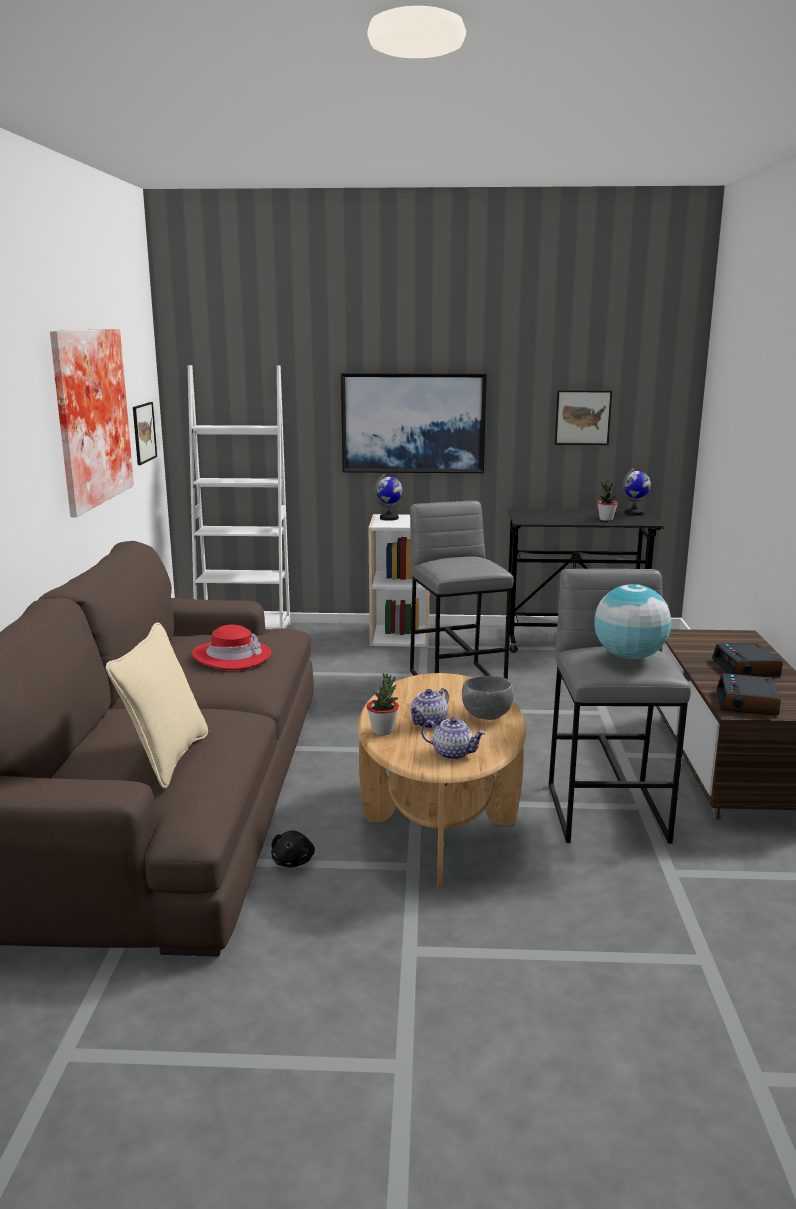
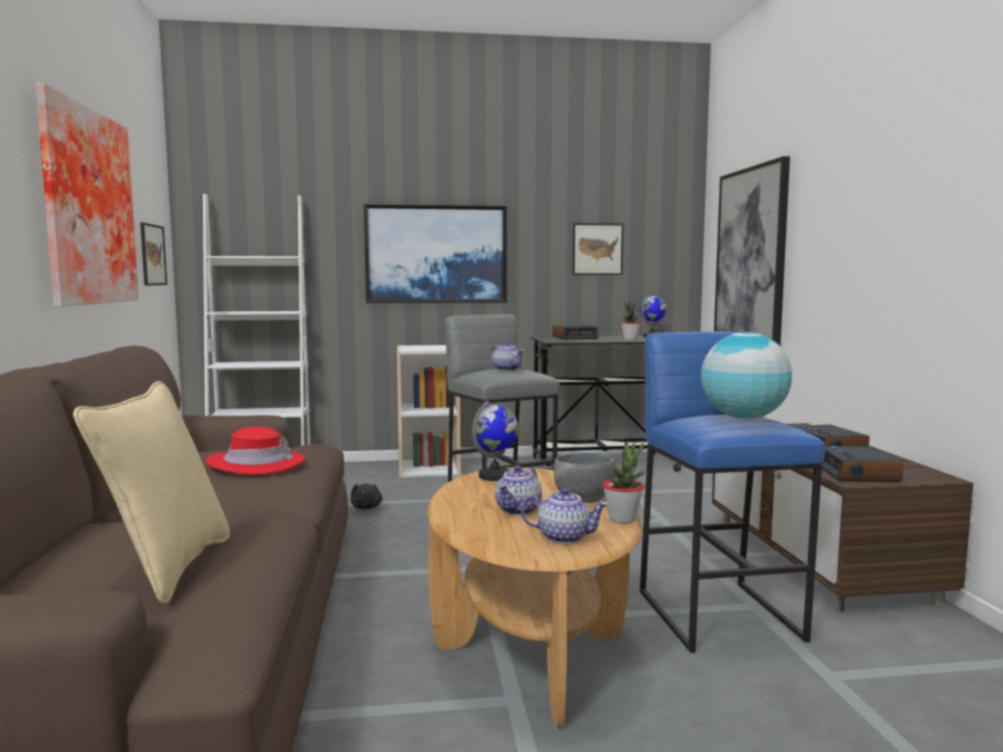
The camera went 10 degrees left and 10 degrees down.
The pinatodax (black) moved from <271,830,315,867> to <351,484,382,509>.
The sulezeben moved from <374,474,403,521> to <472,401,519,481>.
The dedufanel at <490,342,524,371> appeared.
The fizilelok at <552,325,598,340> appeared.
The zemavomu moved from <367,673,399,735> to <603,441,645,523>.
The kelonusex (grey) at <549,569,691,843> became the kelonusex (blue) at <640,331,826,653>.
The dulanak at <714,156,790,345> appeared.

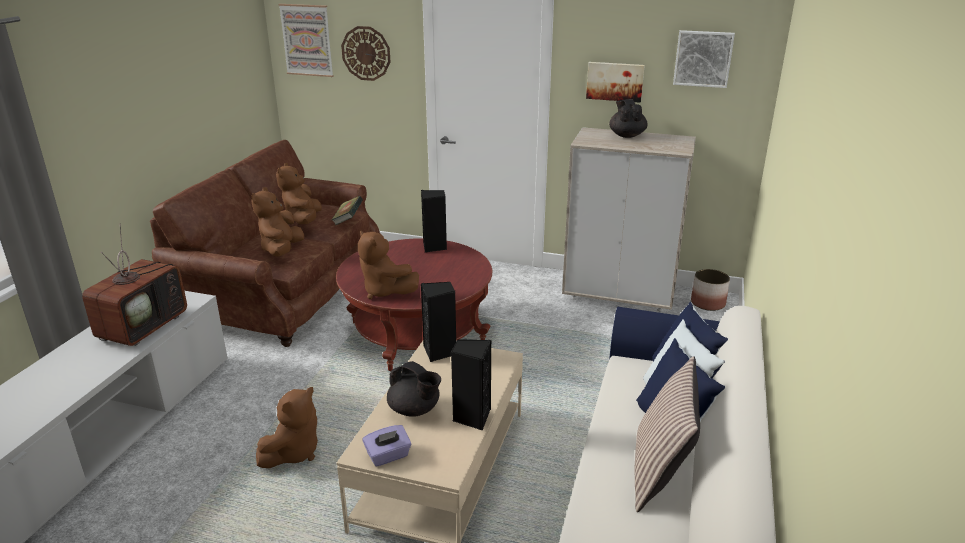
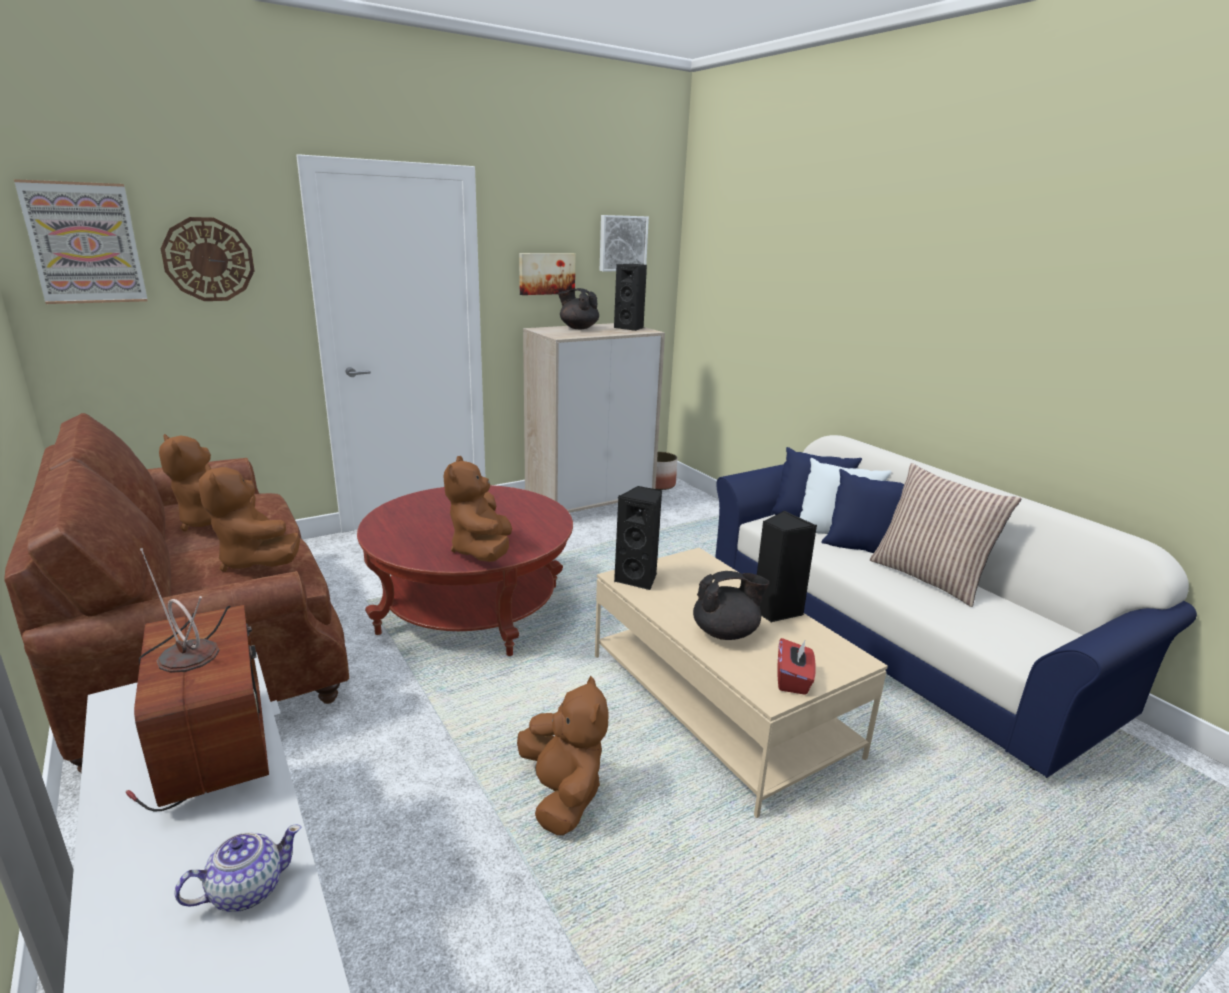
The camera went 50 degrees left and 5 degrees down.
The dedufanel at <174,824,301,912> appeared.
The pinatodax (brown) at <358,230,419,299> turned 90 degrees clockwise.
The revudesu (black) moved from <421,190,447,253> to <614,264,647,331>.
The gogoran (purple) at <362,425,411,467> became the gogoran (red) at <777,638,816,695>.
The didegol at <332,196,363,225> disappeared.

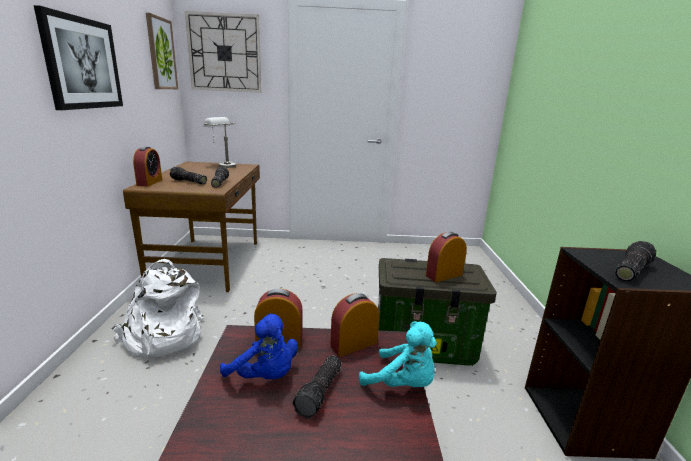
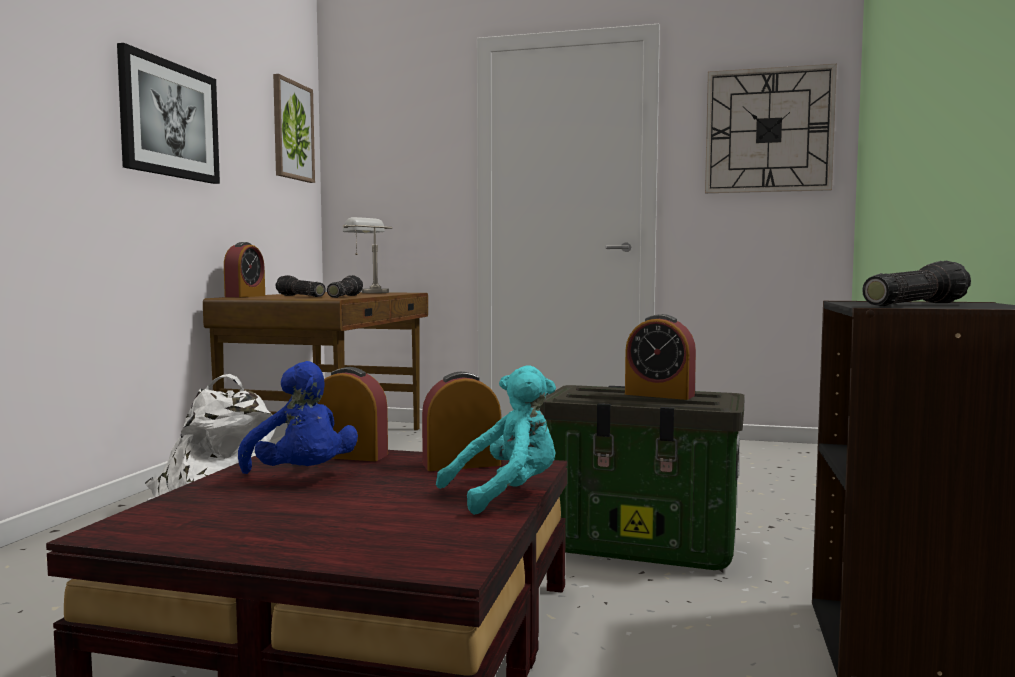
The camera went 15 degrees right and 15 degrees down.
The pinatodax (turquoise) at <359,321,437,387> turned 75 degrees counterclockwise.
The fizilelok at <426,232,467,282> turned 135 degrees counterclockwise.
The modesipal moved from <185,11,262,93> to <705,64,837,193>.
The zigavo at <293,356,341,418> disappeared.

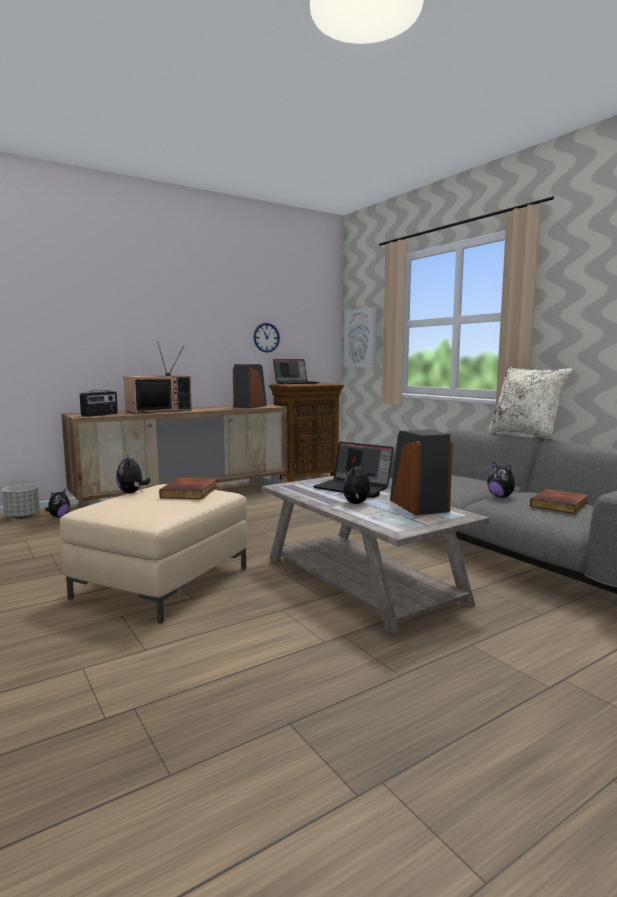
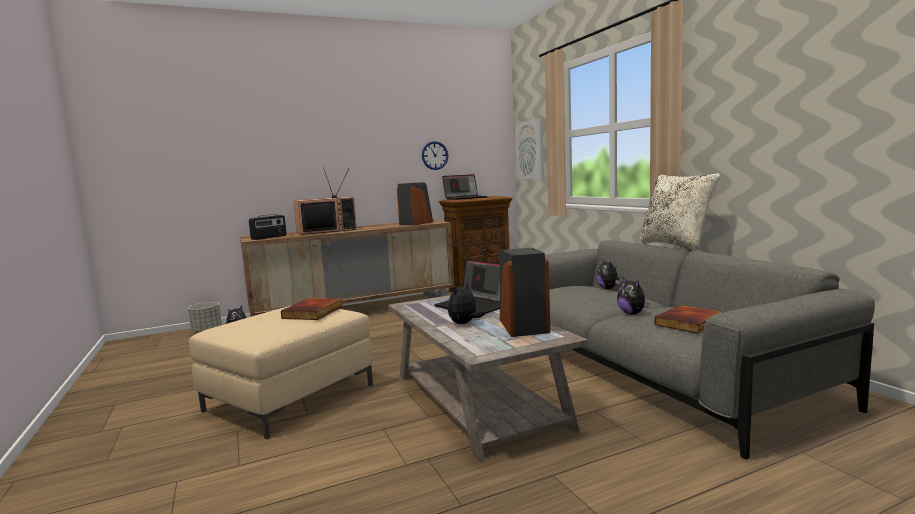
The camera went 10 degrees right and 0 degrees up.
The pinatodax moved from <116,454,151,493> to <597,258,620,289>.

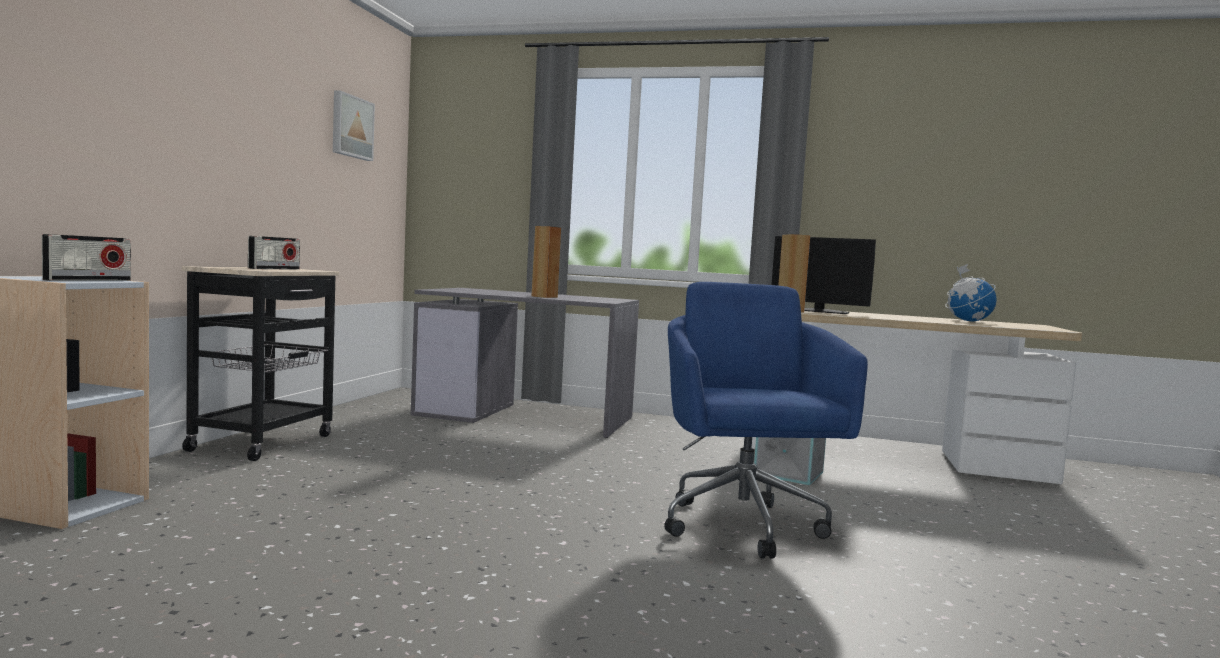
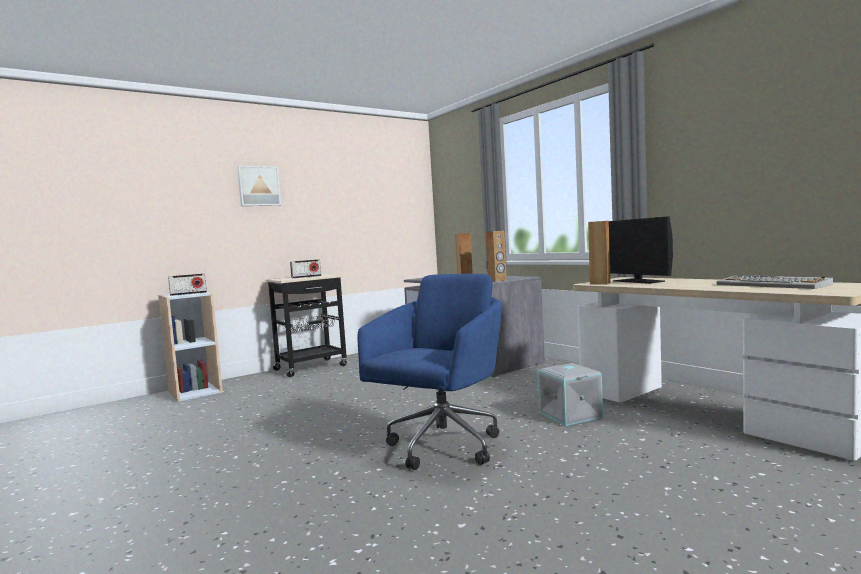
The camera went 40 degrees right and 0 degrees up.
The dulanak moved from <333,91,375,161> to <237,165,281,206>.
The revudesu (brown) at <486,231,507,282> appeared.
The sulezeben at <945,264,997,321> was replaced by the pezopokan at <717,275,833,289>.

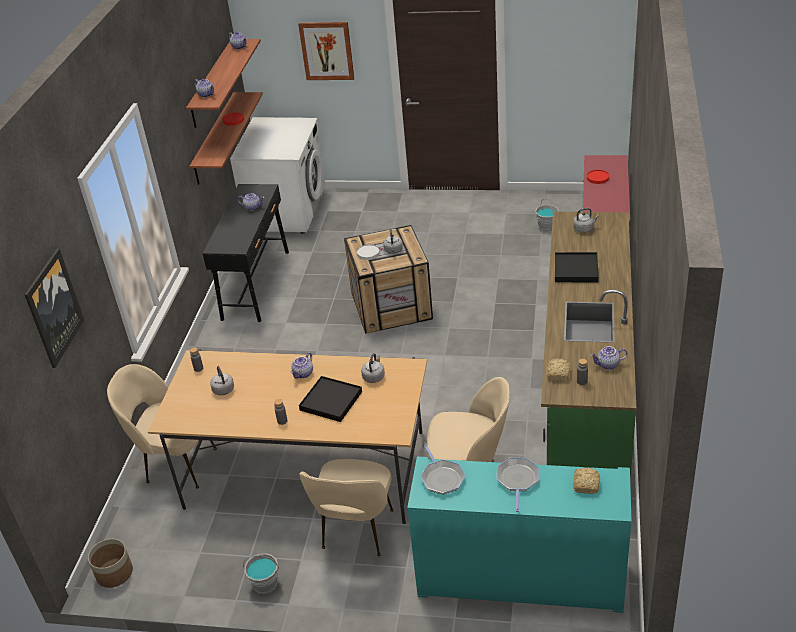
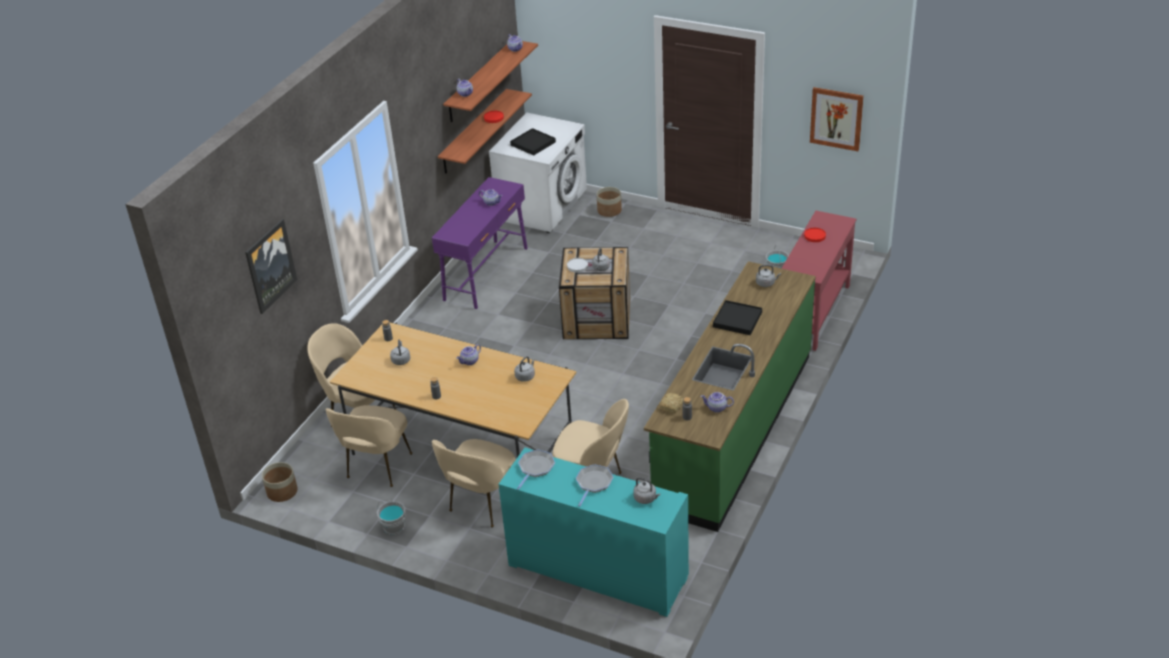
The camera went 15 degrees right and 0 degrees up.
The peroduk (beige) at <326,405,412,487> appeared.
The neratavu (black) at <203,184,289,322> became the neratavu (purple) at <432,177,528,309>.
The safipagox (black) moved from <299,376,362,422> to <510,128,556,155>.
The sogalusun at <420,445,465,495> turned 150 degrees counterclockwise.
The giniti at <597,187,622,217> appeared.
The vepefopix at <573,468,600,494> was replaced by the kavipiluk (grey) at <633,477,660,504>.
The dulanak moved from <298,22,354,80> to <810,87,864,151>.

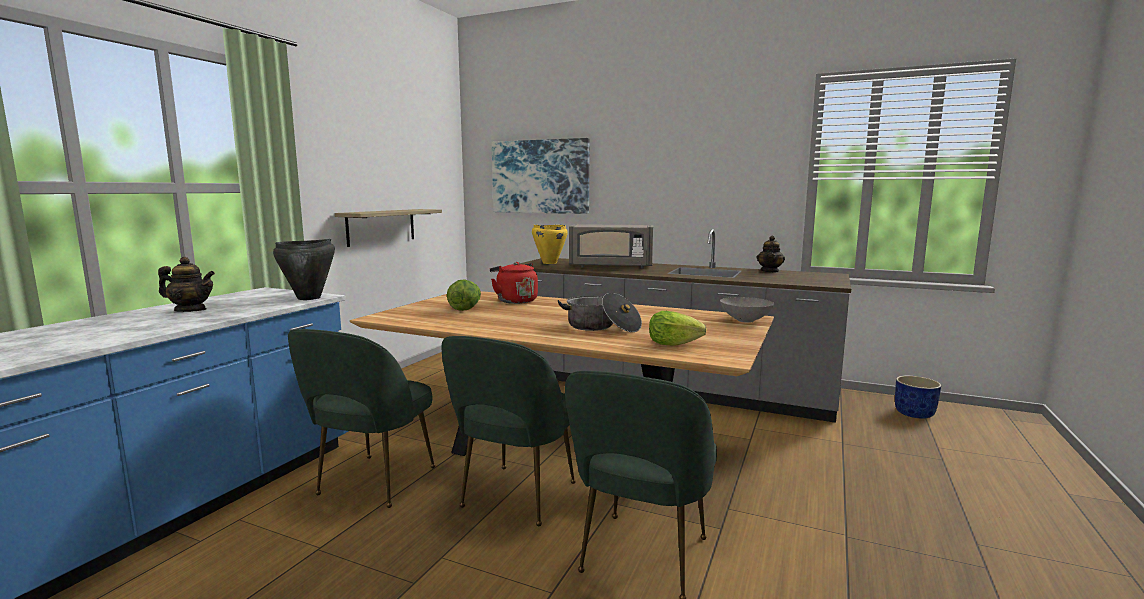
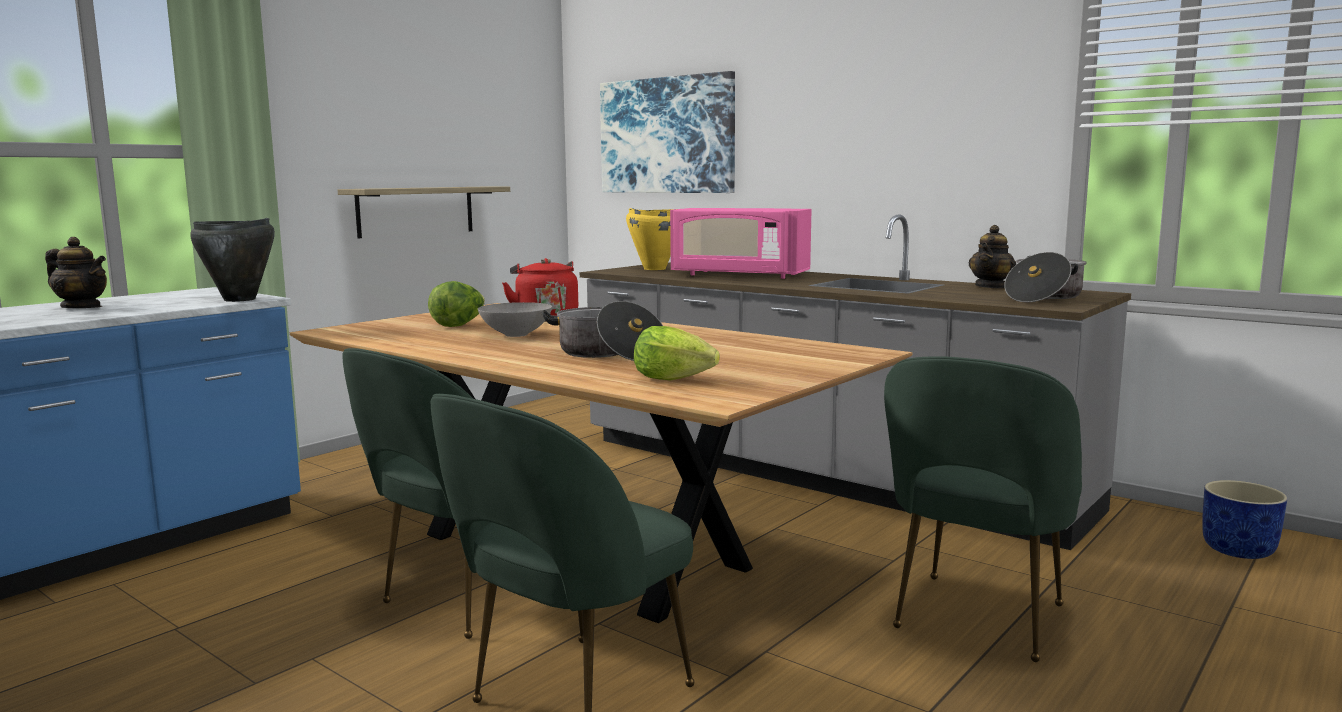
The camera went 15 degrees right and 0 degrees up.
The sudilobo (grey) moved from <720,297,774,323> to <478,302,552,337>.
The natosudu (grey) at <569,224,653,269> became the natosudu (pink) at <670,208,812,279>.
The peroduk (green) moved from <288,329,435,508> to <884,356,1082,662>.
The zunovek at <1004,252,1087,303> appeared.

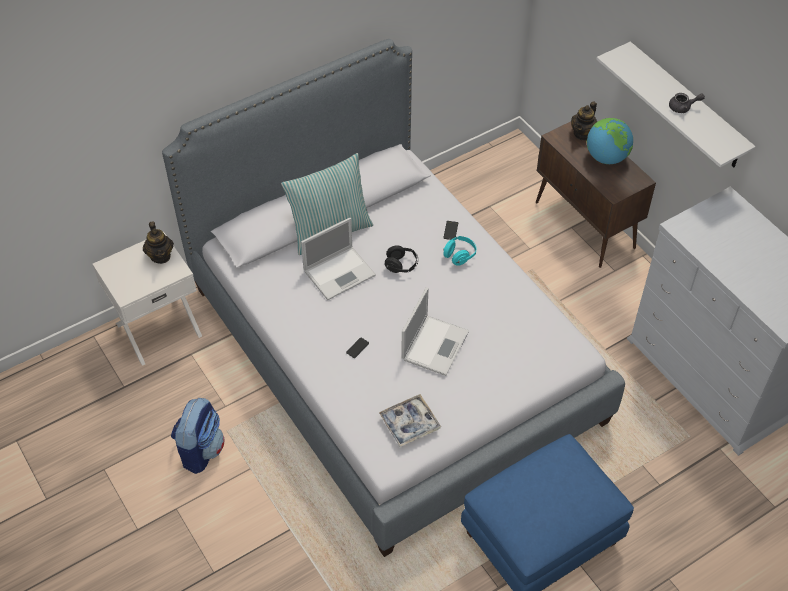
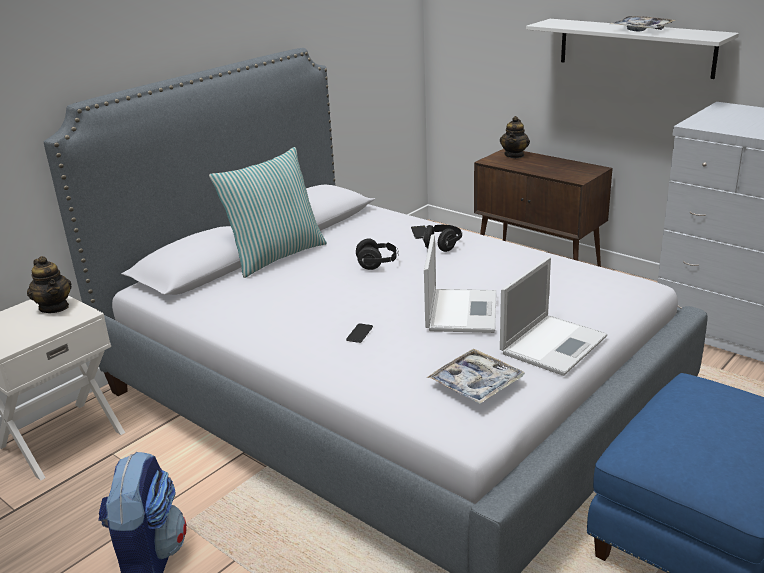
The camera went 15 degrees left and 25 degrees down.
The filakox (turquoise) at <443,236,476,266> became the filakox (black) at <423,225,462,252>.
The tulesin moved from <301,217,376,300> to <500,257,608,376>.
The dedufanel (grey) at <669,93,705,113> was replaced by the safipagox at <610,16,675,32>.
The sulezeben at <587,118,633,164> disappeared.

